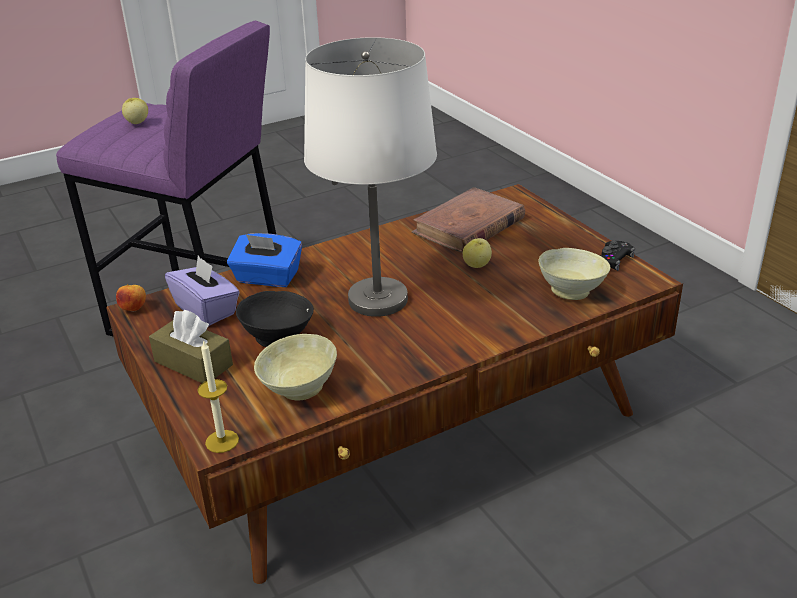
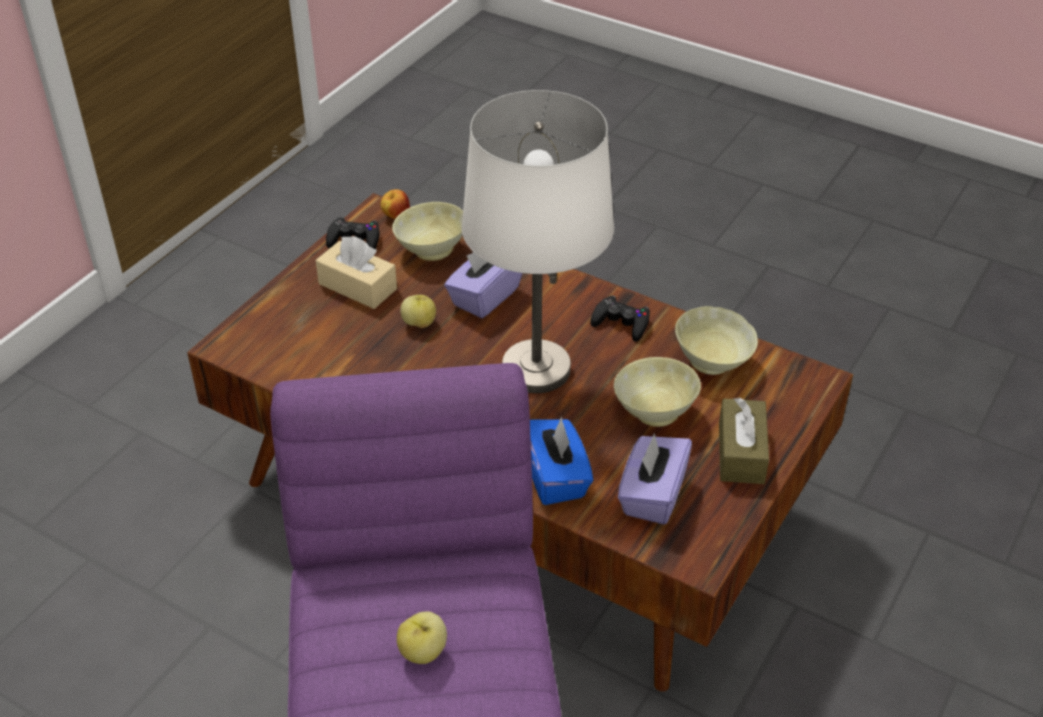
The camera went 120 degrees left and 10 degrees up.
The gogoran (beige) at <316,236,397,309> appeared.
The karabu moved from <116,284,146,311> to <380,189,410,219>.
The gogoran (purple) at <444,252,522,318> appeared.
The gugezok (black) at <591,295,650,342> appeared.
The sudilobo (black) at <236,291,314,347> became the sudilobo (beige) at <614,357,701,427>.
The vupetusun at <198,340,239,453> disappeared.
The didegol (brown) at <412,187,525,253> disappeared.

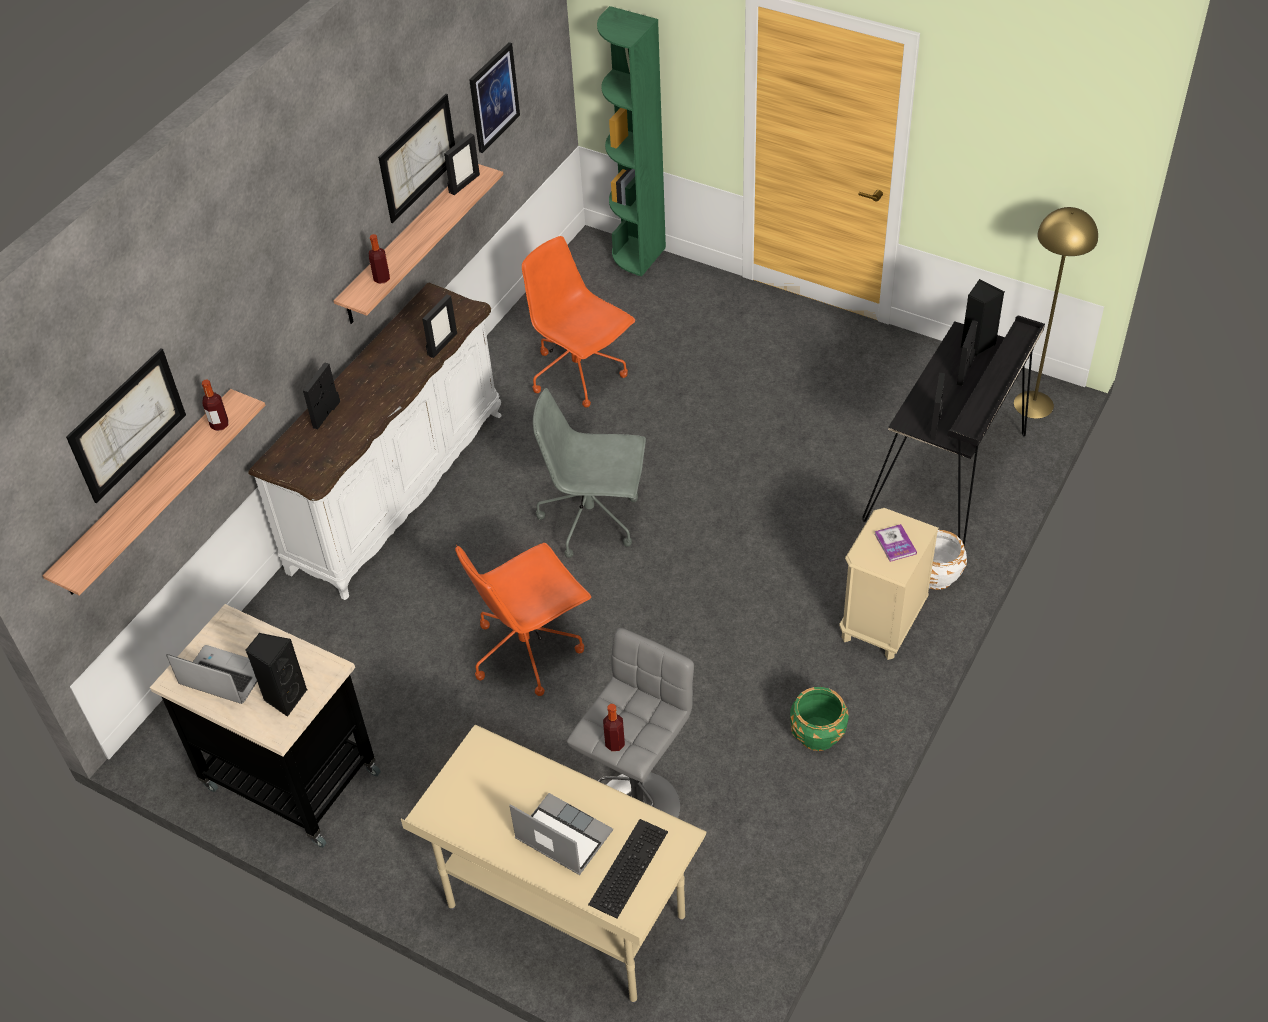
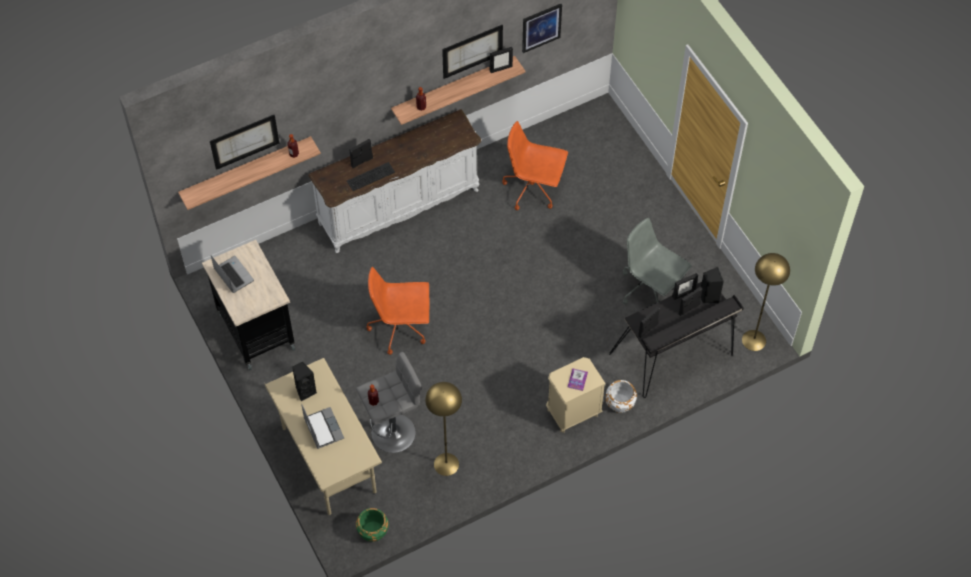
The camera went 30 degrees right and 10 degrees up.
The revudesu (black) moved from <245,632,308,717> to <292,362,317,401>.
The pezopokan moved from <588,819,668,919> to <347,162,395,191>.
The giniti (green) moved from <790,687,849,751> to <356,508,389,542>.
The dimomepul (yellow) at <425,382,462,476> appeared.
The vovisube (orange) at <522,236,635,408> turned 60 degrees counterclockwise.
The vovisube (grey) moved from <533,388,646,558> to <623,218,692,304>.
The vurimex moved from <422,294,457,358> to <672,273,698,300>.
The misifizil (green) at <597,6,666,276> disappeared.

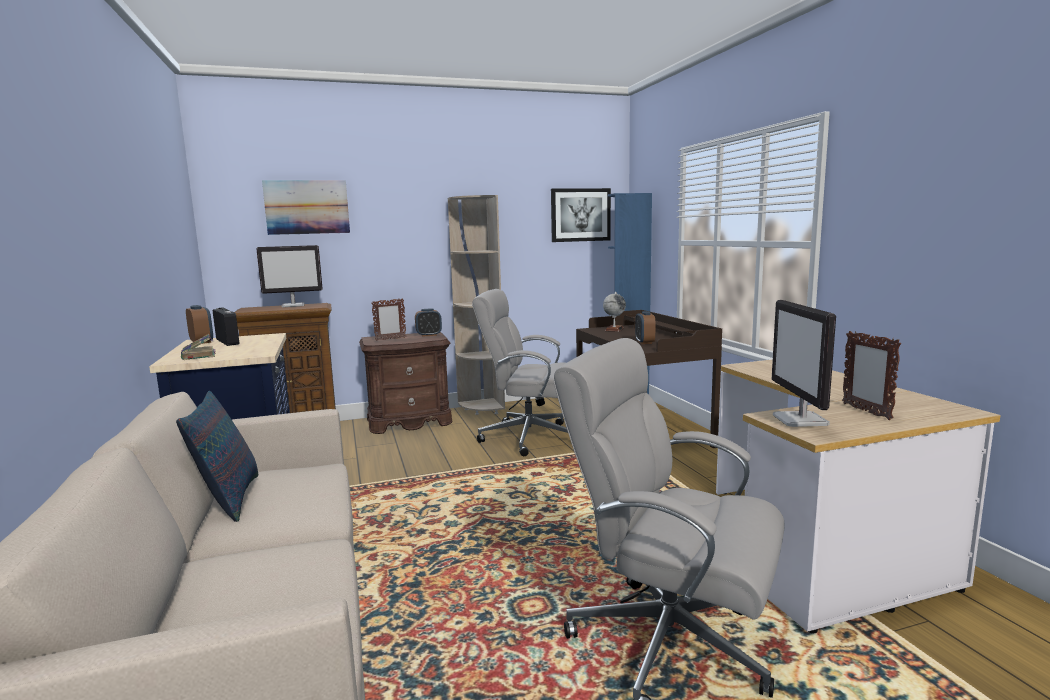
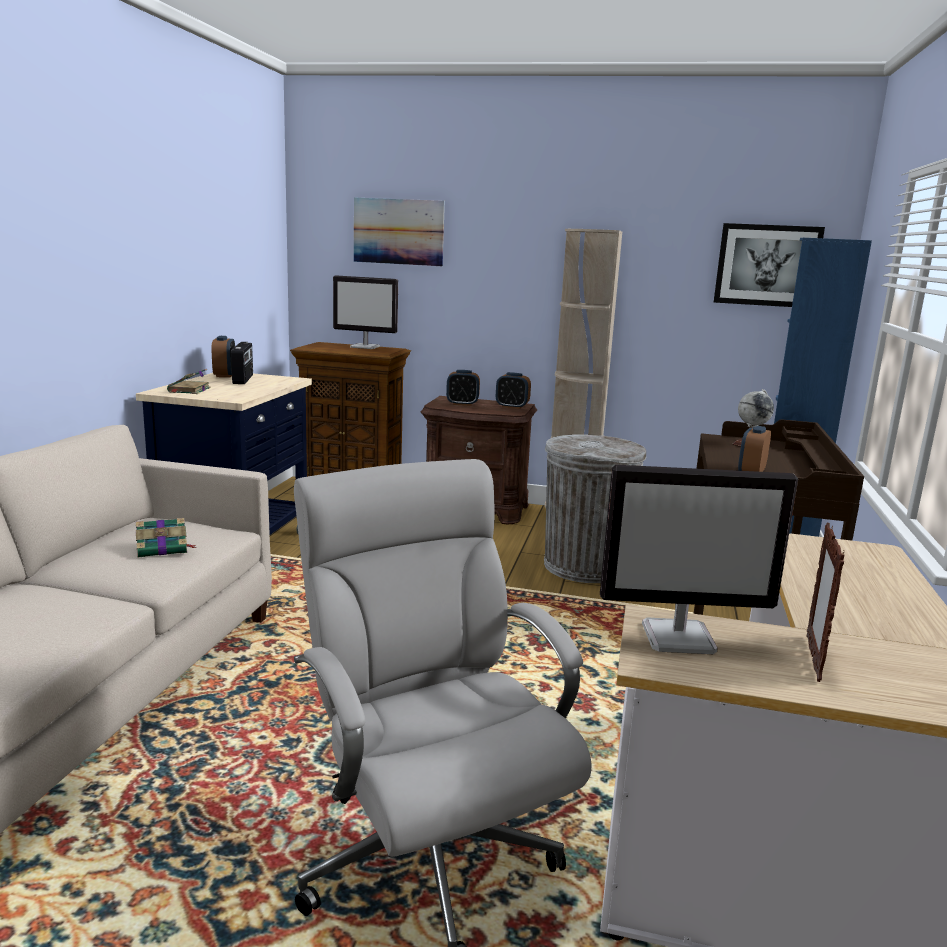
The camera went 30 degrees right and 5 degrees up.
The didegol at <136,518,197,557> appeared.
The vurimex at <371,298,406,341> was replaced by the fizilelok at <446,370,480,406>.
The vovisube (grey) at <472,289,568,456> was replaced by the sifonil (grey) at <544,434,646,583>.
The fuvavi at <772,300,836,427> turned 120 degrees counterclockwise.
The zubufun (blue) at <176,391,258,522> disappeared.

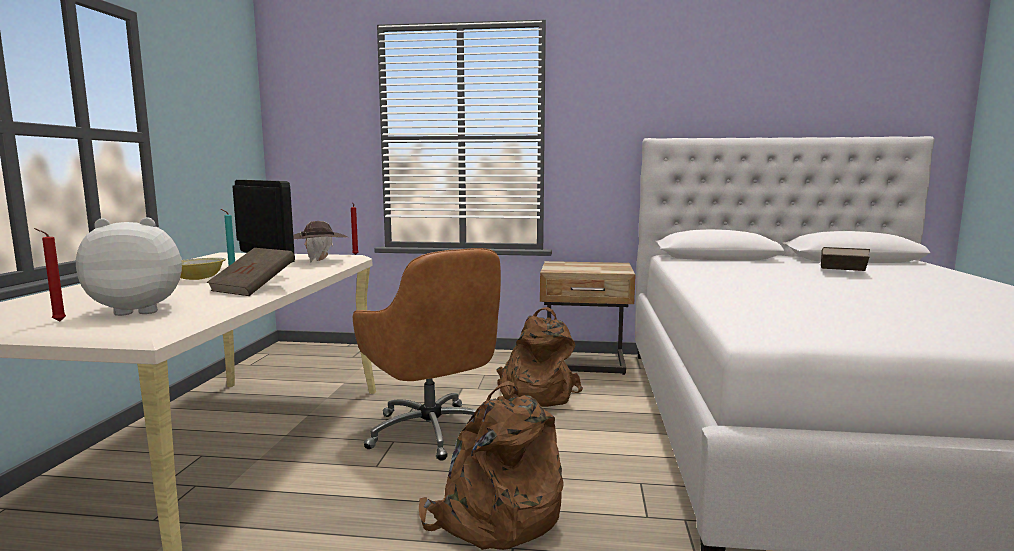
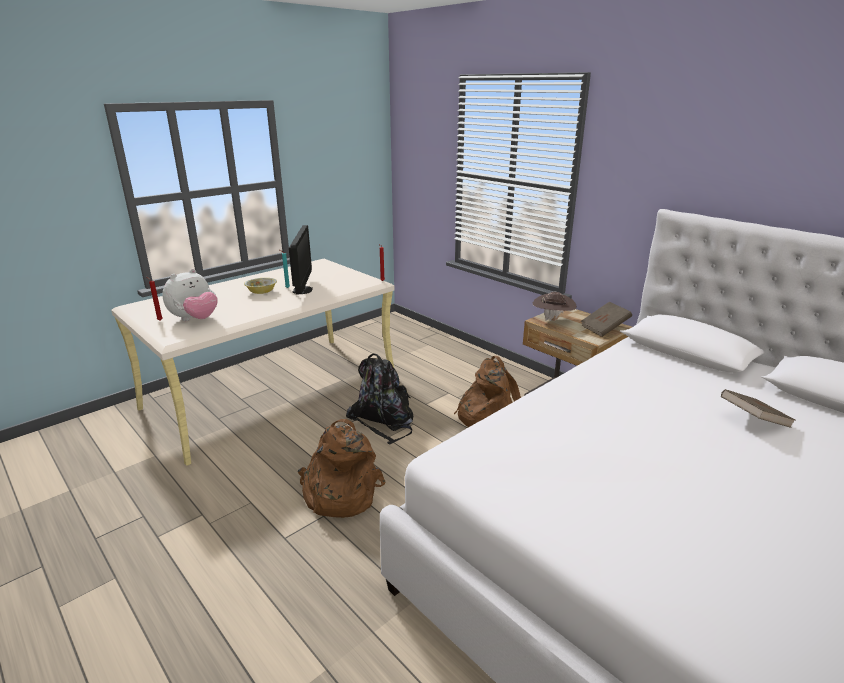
The camera went 40 degrees right and 15 degrees up.
The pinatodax at <76,218,182,316> turned 105 degrees clockwise.
The vovisube (brown) at <353,248,501,461> was replaced by the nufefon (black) at <346,354,413,445>.
The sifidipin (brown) moved from <293,221,349,263> to <533,292,577,321>.
The didegol (brown) moved from <207,248,295,296> to <581,302,632,337>.

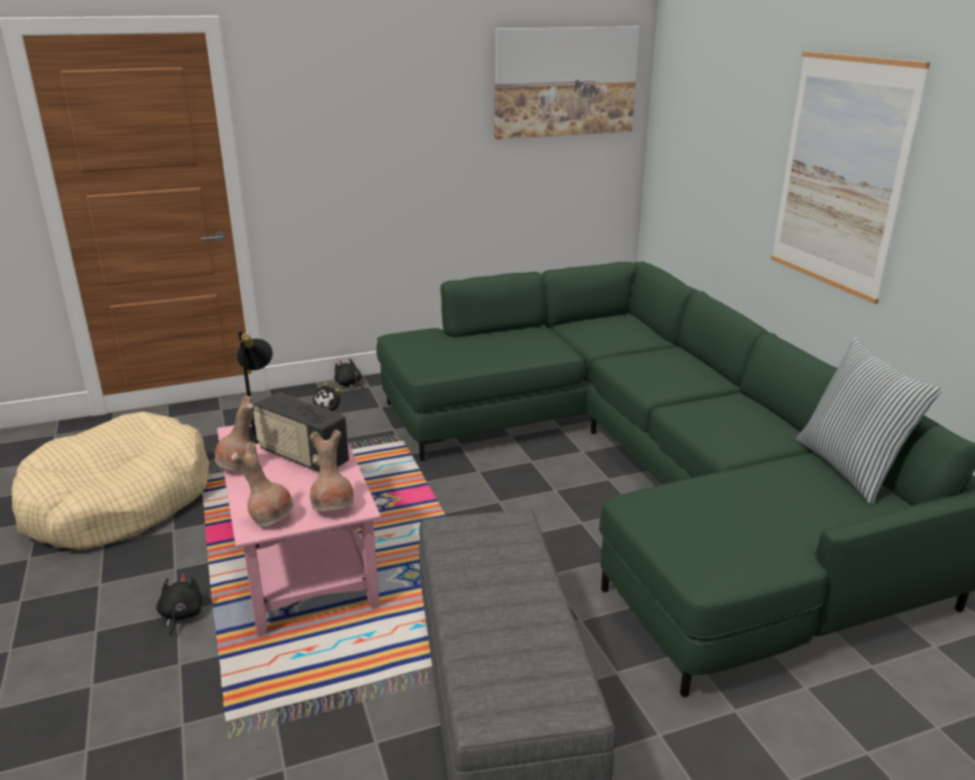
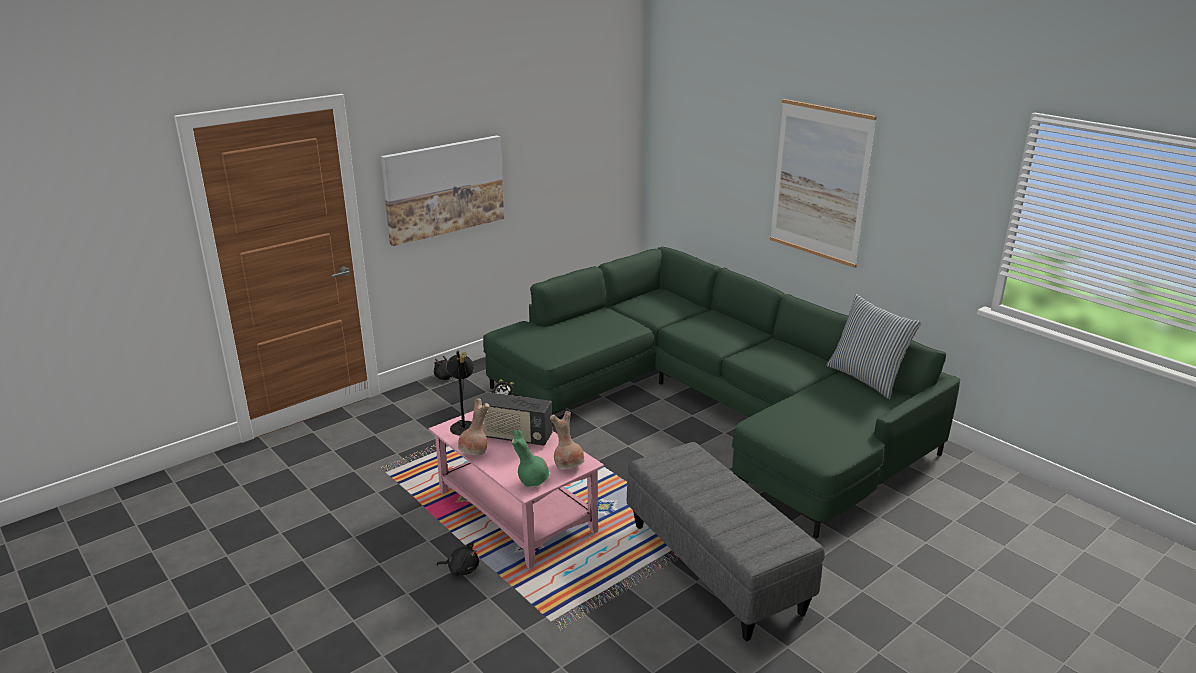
The camera went 20 degrees left and 0 degrees up.
The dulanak moved from <495,26,639,139> to <381,135,504,246>.
The pinatodax (black) at <156,574,202,637> turned 120 degrees clockwise.
The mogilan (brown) at <231,442,294,527> became the mogilan (green) at <512,429,549,488>.
The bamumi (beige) at <12,412,209,550> disappeared.

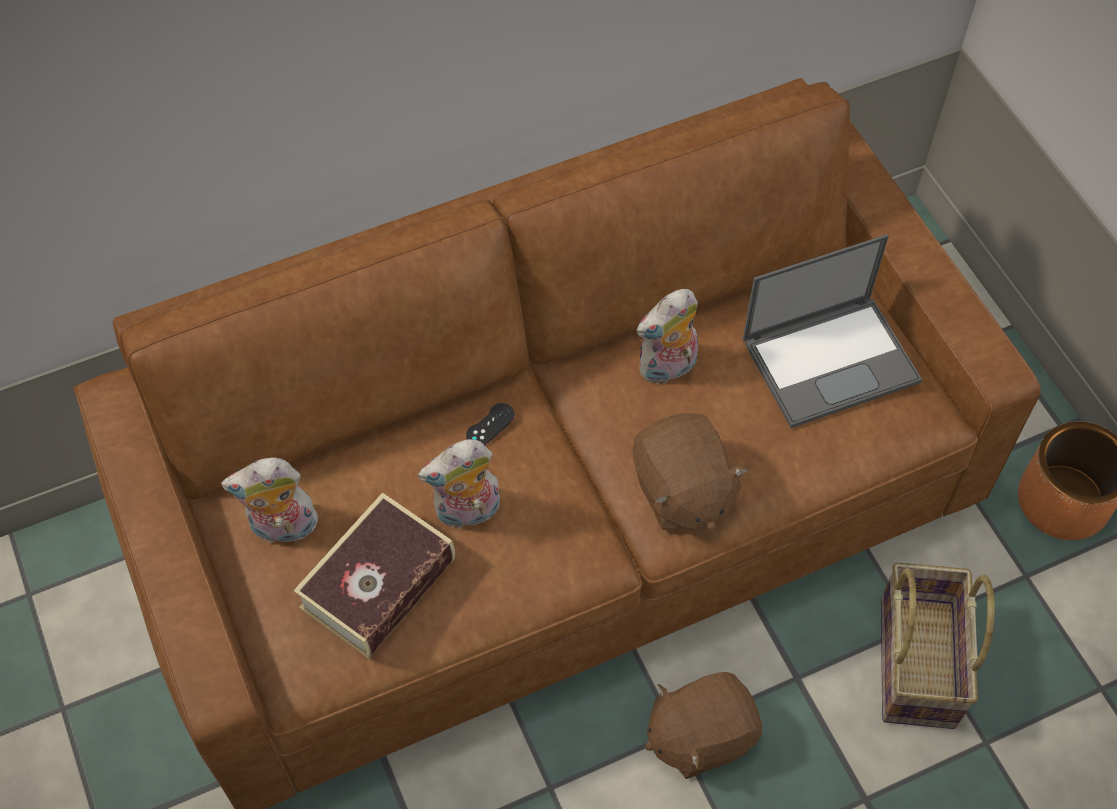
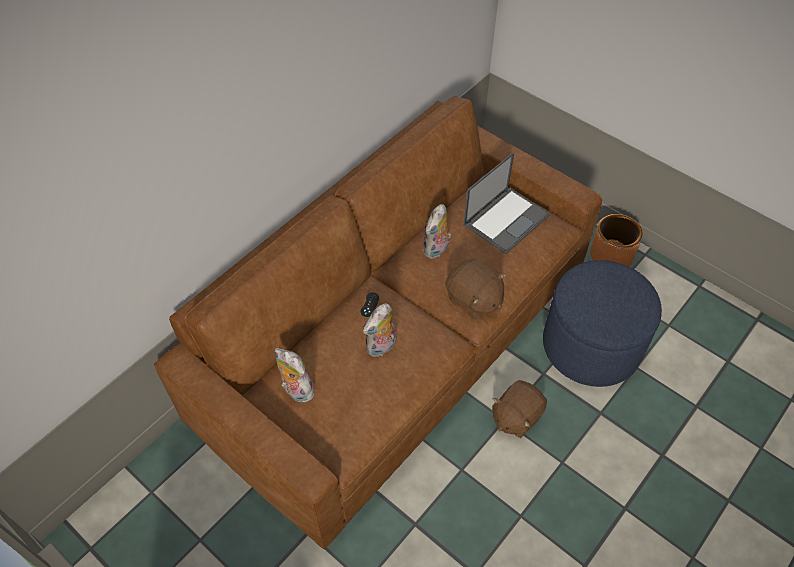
The camera went 25 degrees left and 5 degrees down.
The pinatodax at <221,458,319,543> turned 75 degrees clockwise.
The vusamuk at <881,563,995,729> was replaced by the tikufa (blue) at <543,260,662,387>.
The didegol at <293,492,455,659> disappeared.

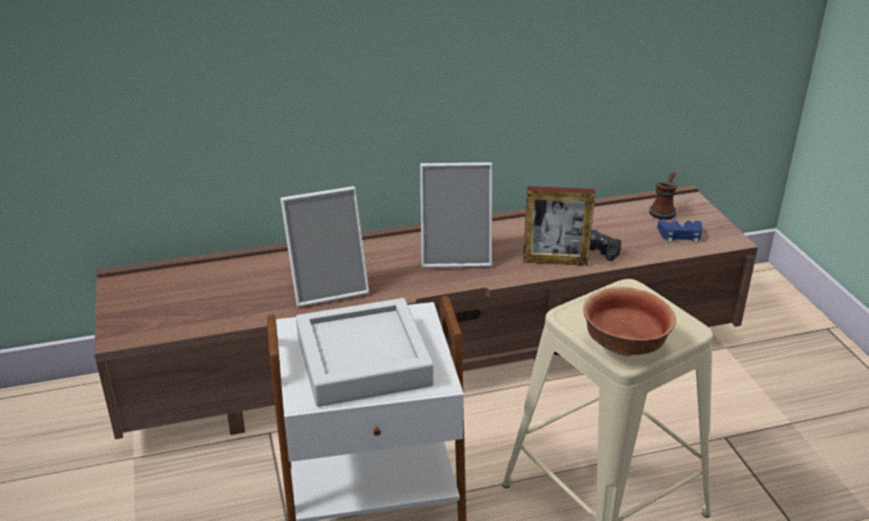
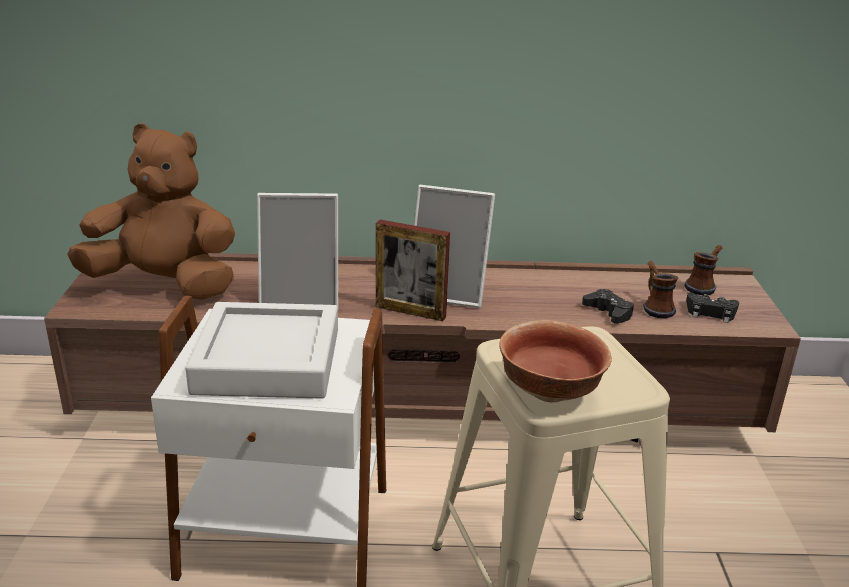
The camera went 15 degrees right and 5 degrees down.
The pinatodax (brown) at <67,123,235,300> appeared.
The vurimex moved from <523,186,595,266> to <376,219,450,321>.
The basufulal at <643,261,678,319> appeared.
The gugezok (blue) at <657,220,703,243> became the gugezok (black) at <686,293,739,323>.

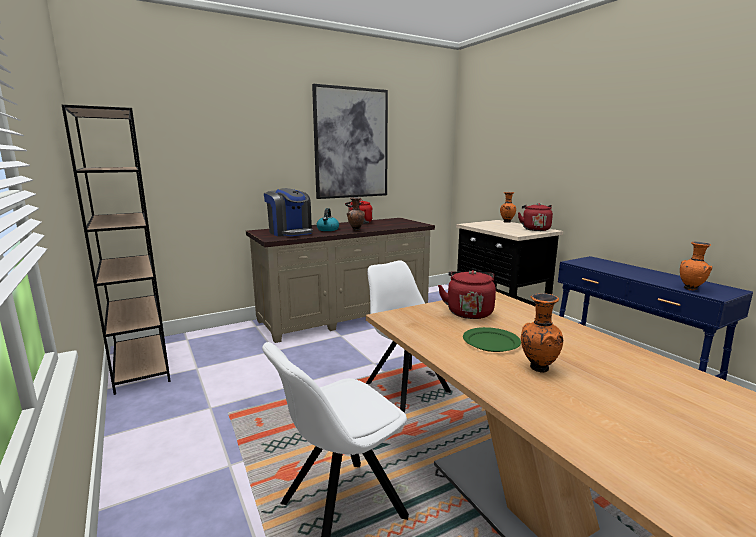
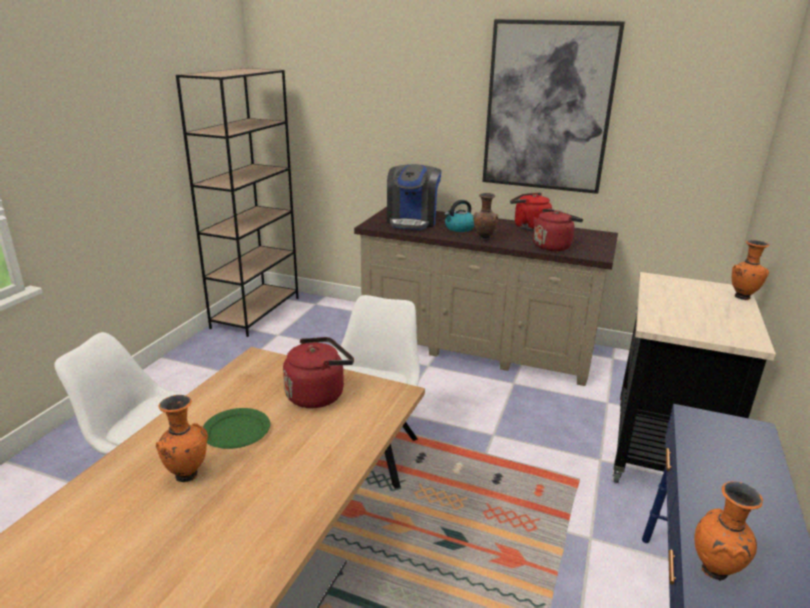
The camera went 50 degrees right and 10 degrees up.
The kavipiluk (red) moved from <518,203,553,231> to <533,209,583,251>.

